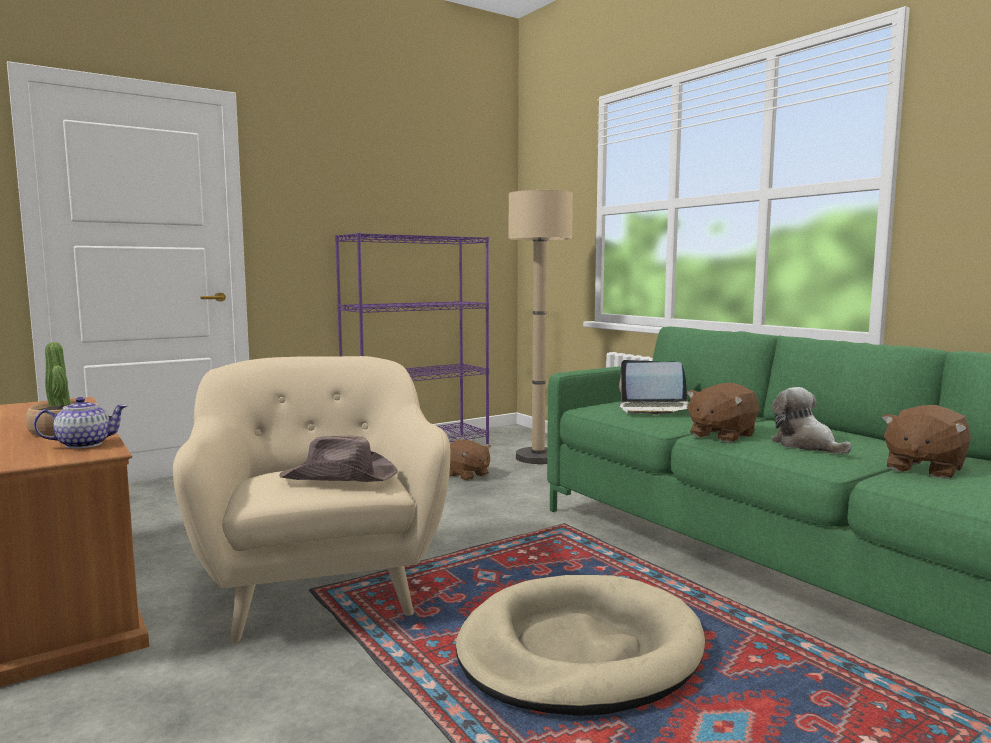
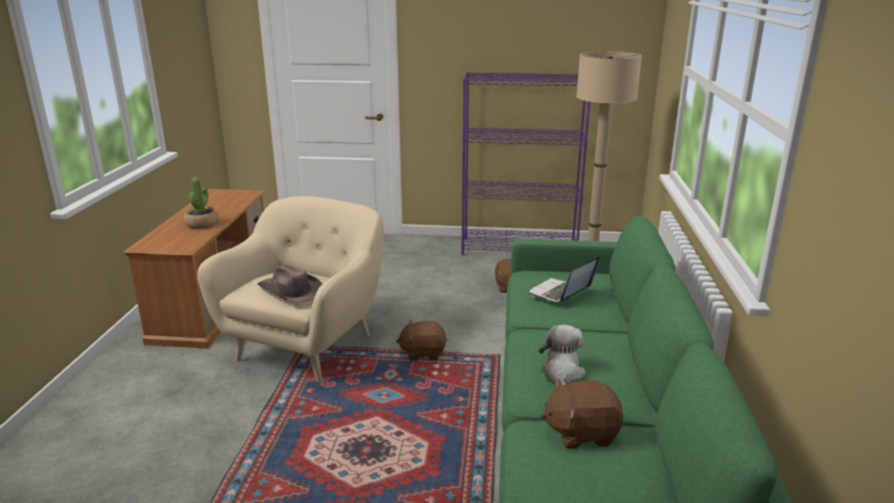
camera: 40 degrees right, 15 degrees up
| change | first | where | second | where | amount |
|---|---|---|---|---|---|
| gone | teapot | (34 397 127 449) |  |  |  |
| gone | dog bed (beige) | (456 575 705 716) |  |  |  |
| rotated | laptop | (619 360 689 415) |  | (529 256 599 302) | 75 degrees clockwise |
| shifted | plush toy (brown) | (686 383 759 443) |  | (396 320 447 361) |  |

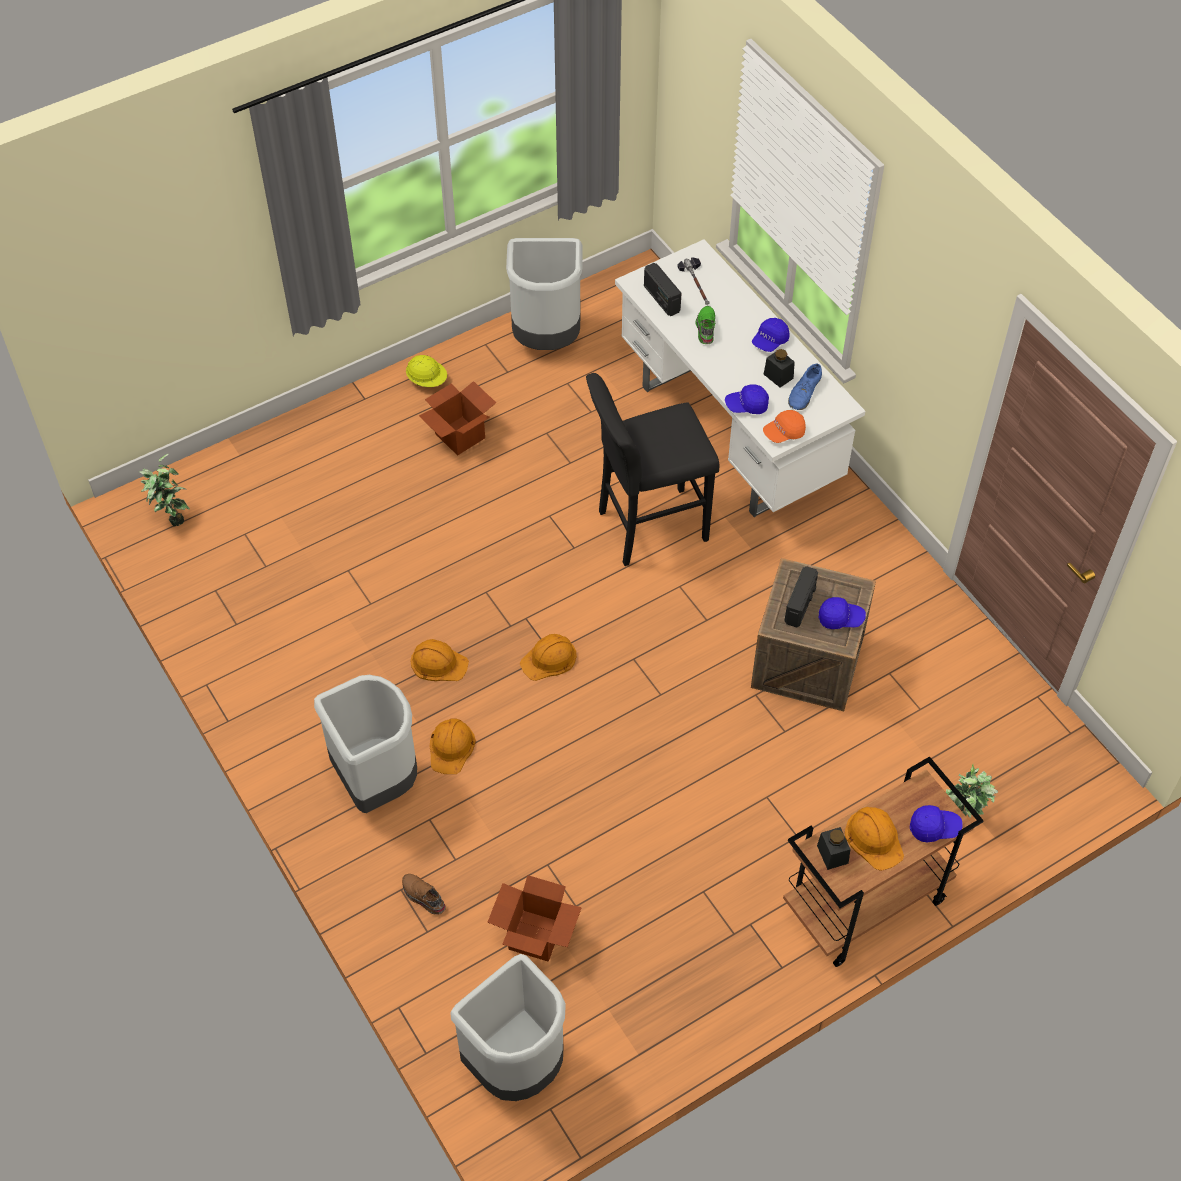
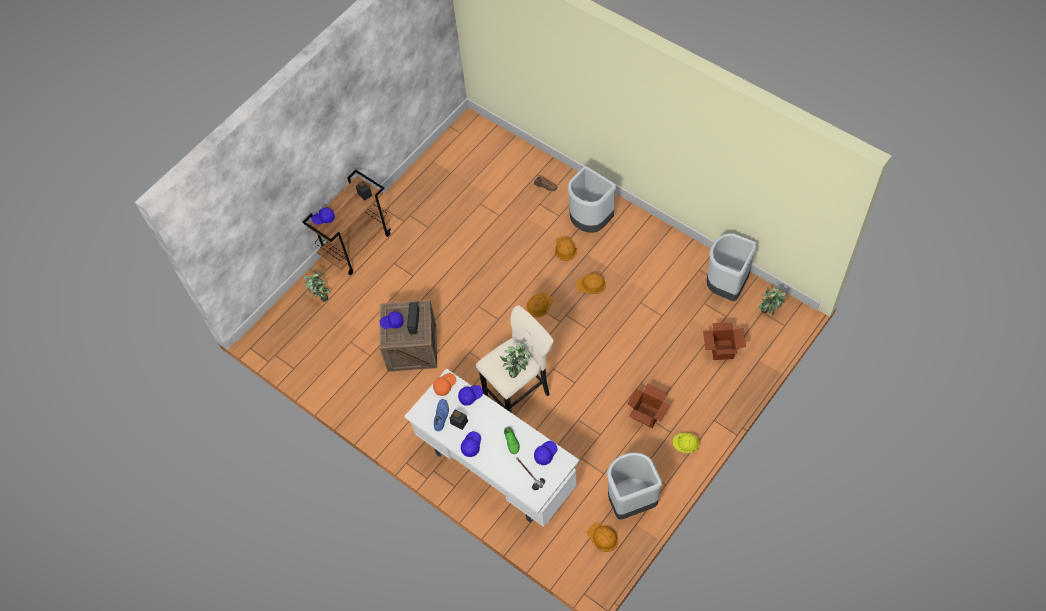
camera: 165 degrees right, 5 degrees up
| change | first | where | second | where | amount |
|---|---|---|---|---|---|
| shifted | trash can (grey) | (450 954 566 1101) |  | (707 233 757 301) |  |
| shifted | cardboard box | (488 875 582 962) |  | (703 322 746 360) |  |
| repainted | stool (black) | (586 373 719 566) | stool (beige) | (476 305 554 412) |  |
| swapped | radio | (644 263 681 316) | cap (blue) | (534 441 557 465) |  |
| shifted | hard hat (orange) | (845 807 904 871) |  | (587 522 619 552) |  |
| new |  |  | potted plant | (500 341 531 378) |  |

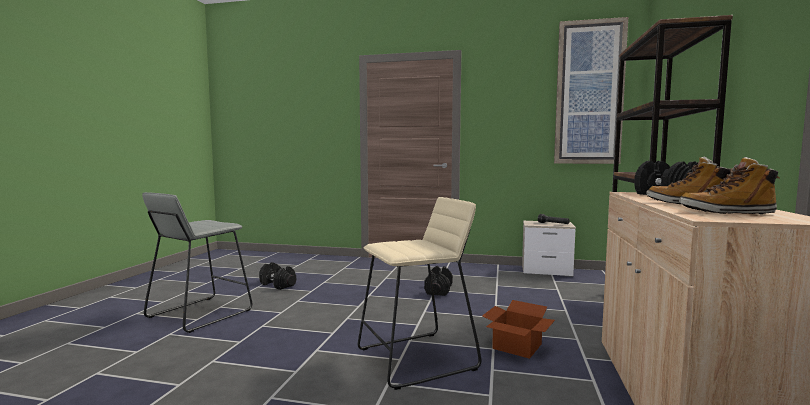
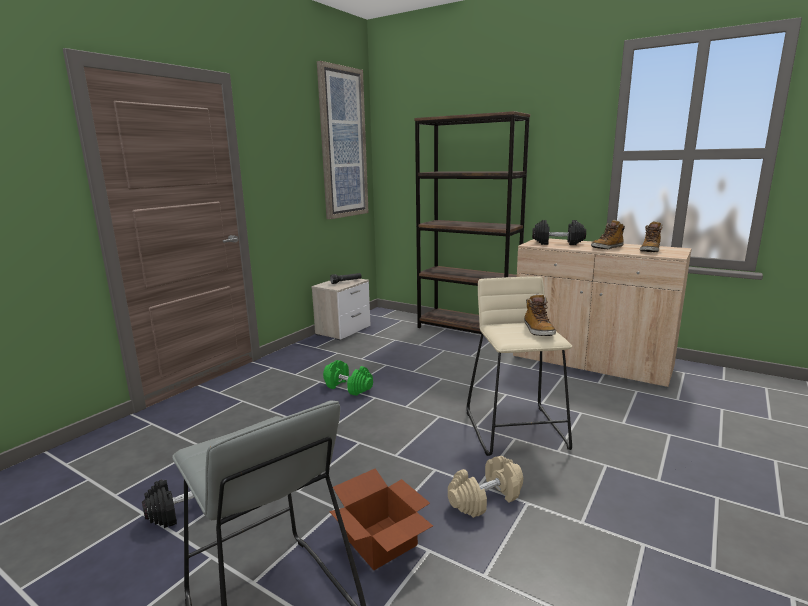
camera: 70 degrees left, 10 degrees up
| change | first | where | second | where | amount |
|---|---|---|---|---|---|
| repainted | dumbbell (black) | (424 266 453 296) | dumbbell (green) | (323 360 373 396) |  |
| shifted | cardboard box | (482 300 555 359) |  | (329 468 433 570) |  |
| new |  |  | dumbbell (beige) | (448 456 523 518) |  |
| new |  |  | boot | (524 294 556 336) |  |

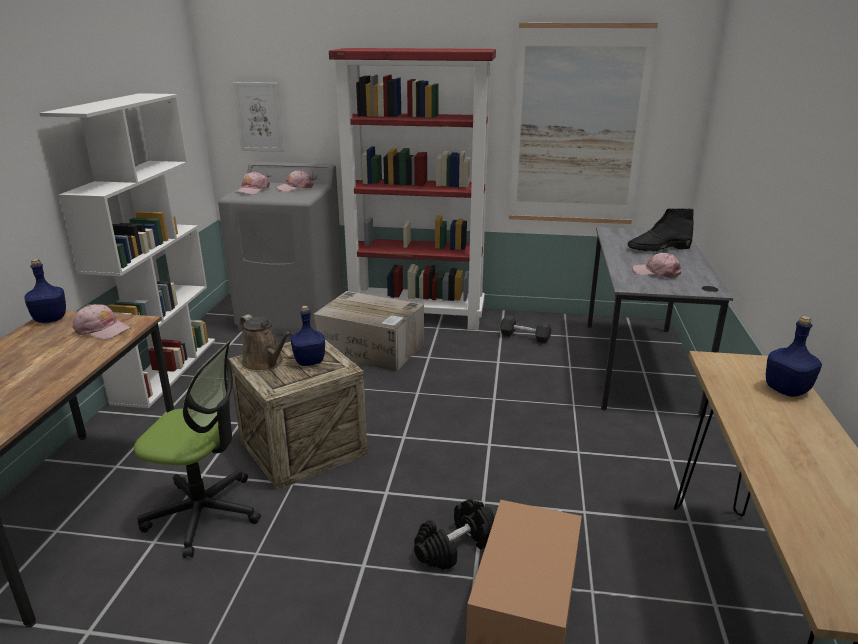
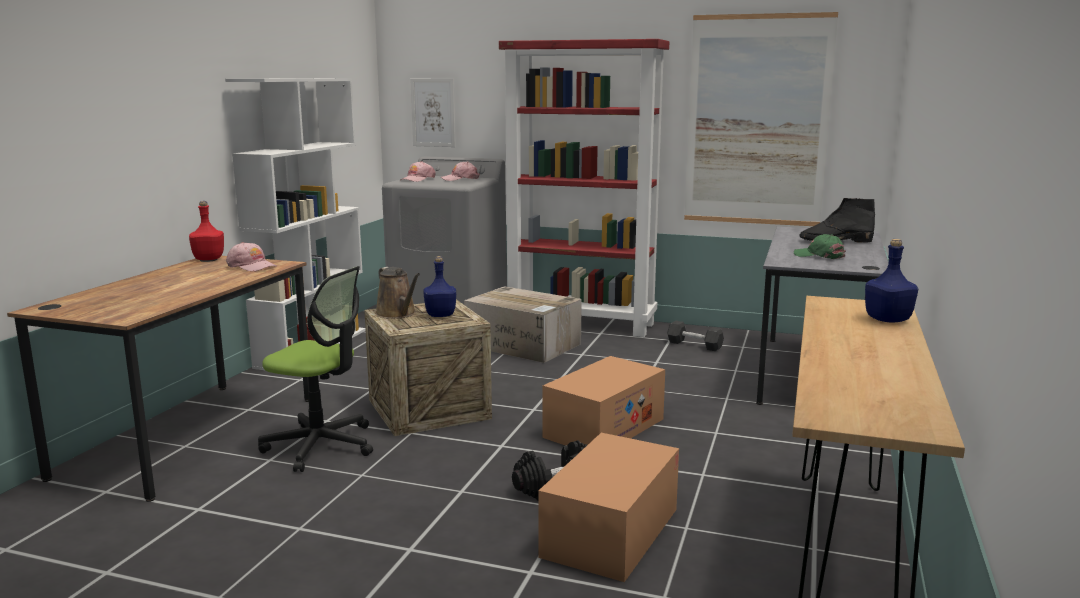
camera: 10 degrees right, 10 degrees down
| change | first | where | second | where | amount |
|---|---|---|---|---|---|
| repainted | bottle (blue) | (24 259 66 323) | bottle (red) | (189 201 224 260) |  |
| repainted | cap (pink) | (633 253 681 278) | cap (green) | (794 234 846 259) |  |
| new |  |  | cardboard box | (543 356 665 446) |  |

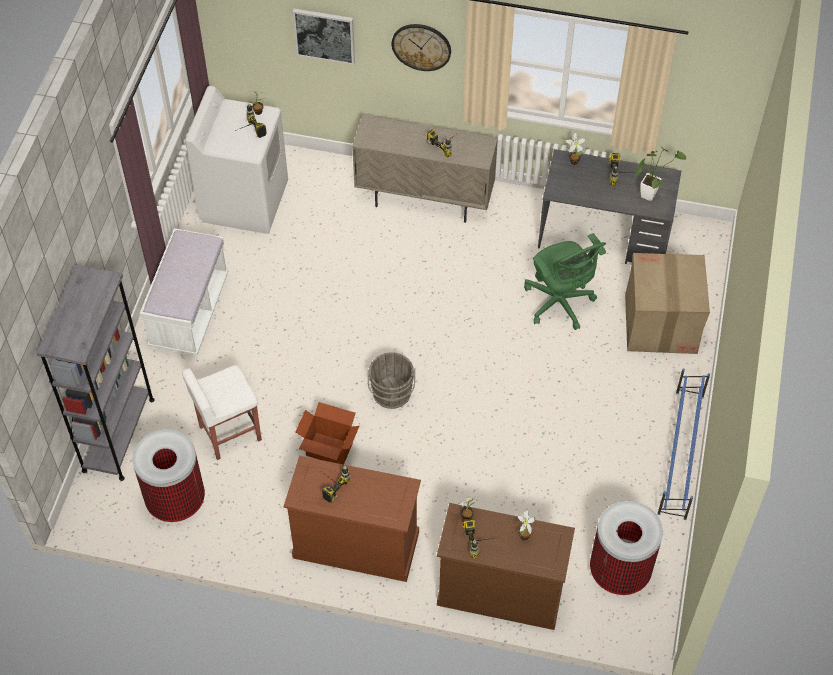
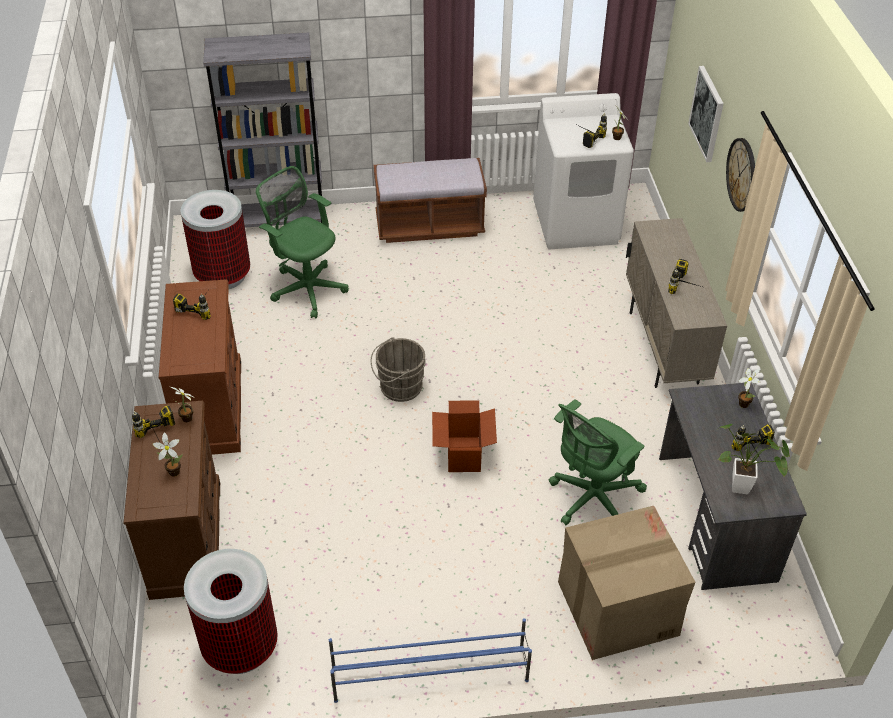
camera: 70 degrees right, 10 degrees down
| change | first | where | second | where | amount |
|---|---|---|---|---|---|
| repainted | bench (white) | (140 228 229 355) | bench (brown) | (374 158 487 243) |  |
| swapped | stool (white) | (182 365 262 460) | office chair (green) | (256 166 349 318) |  |
| shifted | cardboard box | (296 402 359 465) |  | (432 400 497 472) |  |

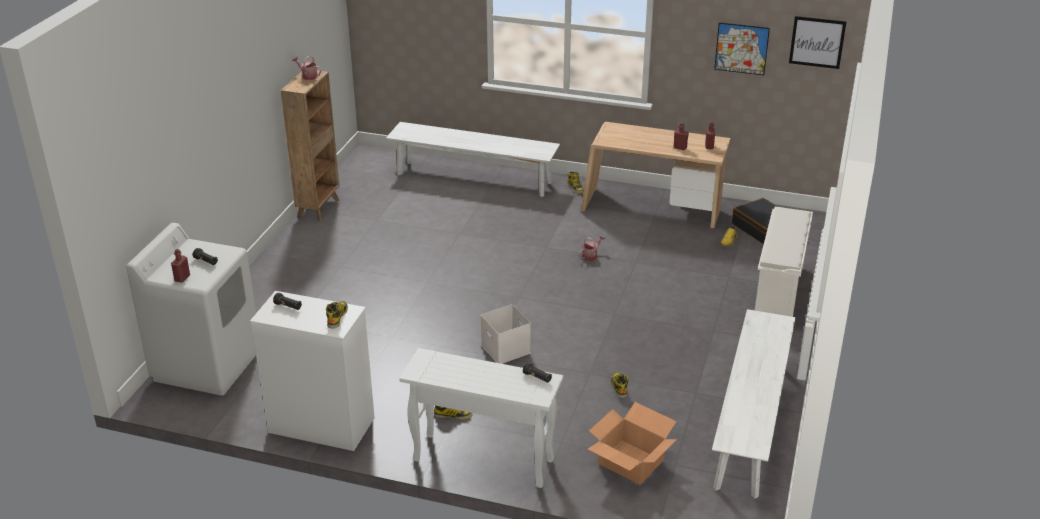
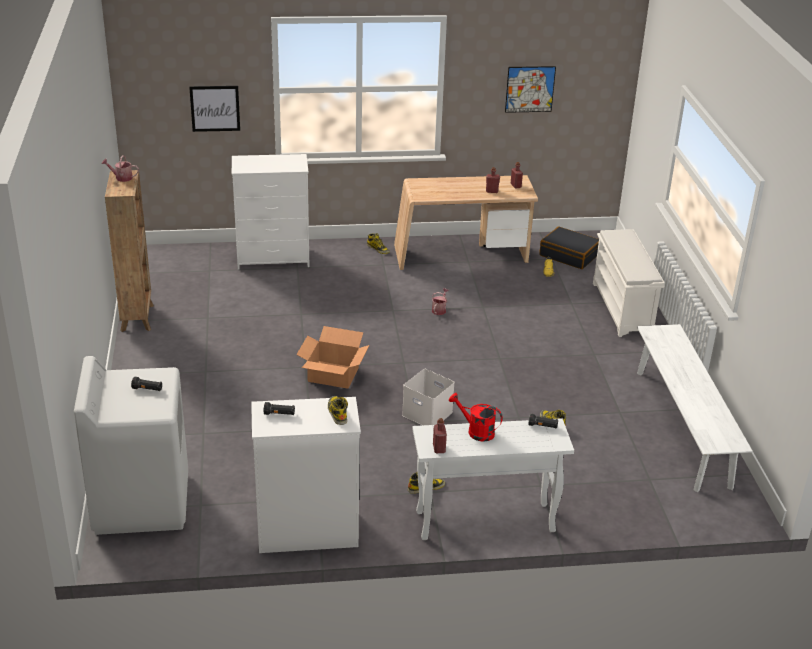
camera: 25 degrees left, 0 degrees up
| change | first | where | second | where | amount |
|---|---|---|---|---|---|
| shifted | bottle (red) | (171 249 190 283) |  | (433 418 447 453) |  |
| swapped | bench (white) | (386 122 560 197) | dresser (white) | (232 154 309 270) |  |
| shifted | cardboard box | (588 402 677 485) |  | (296 326 369 389) |  |
| shifted | picture | (789 16 846 69) |  | (189 86 240 132) |  |
| new |  |  | watering can (red) | (449 393 503 442) |  |

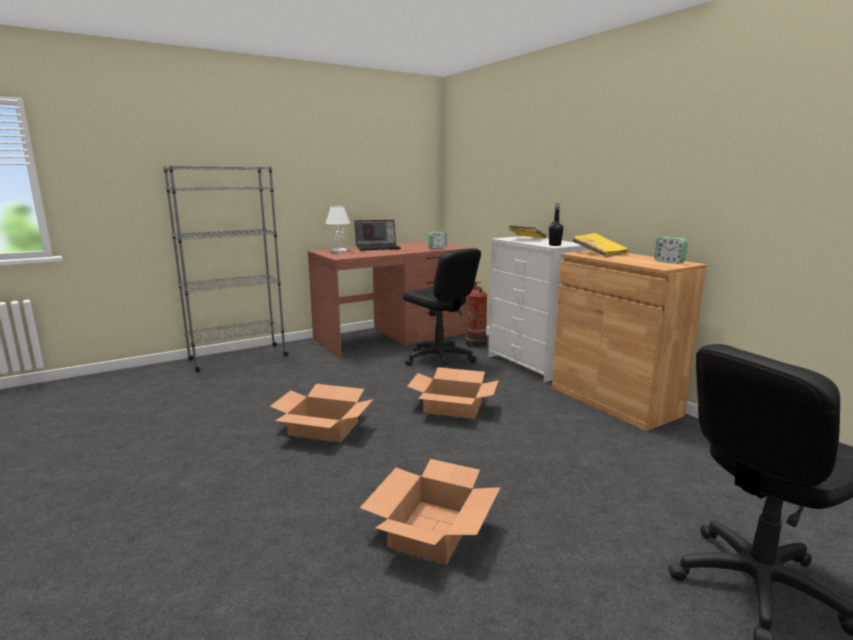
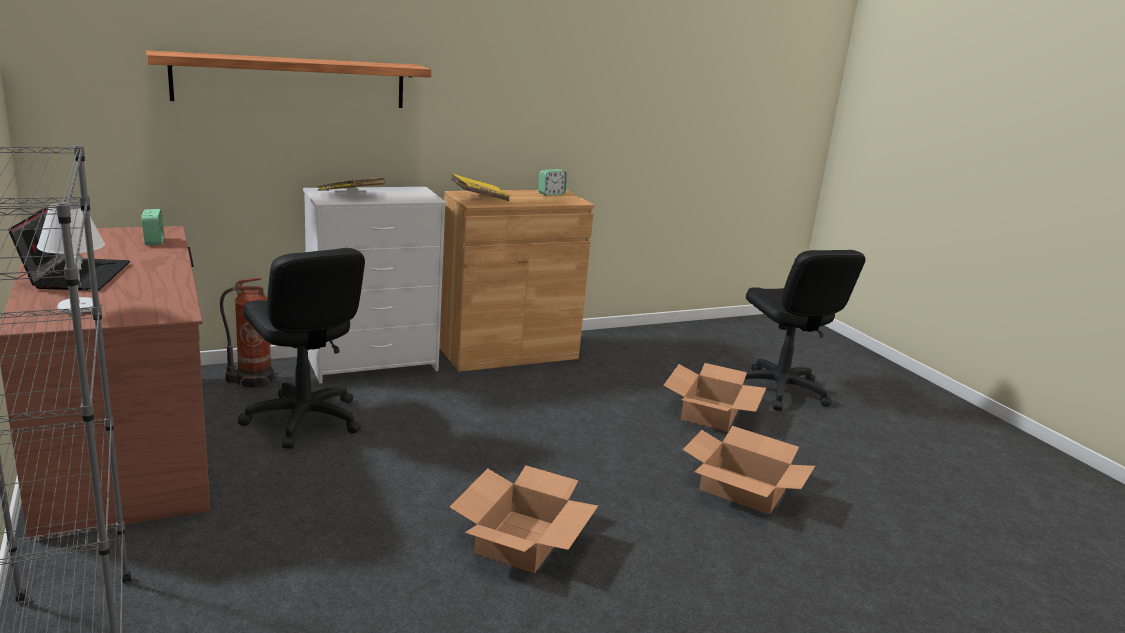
camera: 85 degrees left, 5 degrees up
| change | first | where | second | where | amount |
|---|---|---|---|---|---|
| rotated | office chair (black) | (403 248 481 368) |  | (238 248 365 449) | 90 degrees clockwise |
| shifted | cardboard box | (407 367 499 419) |  | (663 363 766 432) |  |
| gone | bottle (black) | (549 203 563 246) |  |  |  |
| new |  |  | shelf | (146 50 431 108) |  |

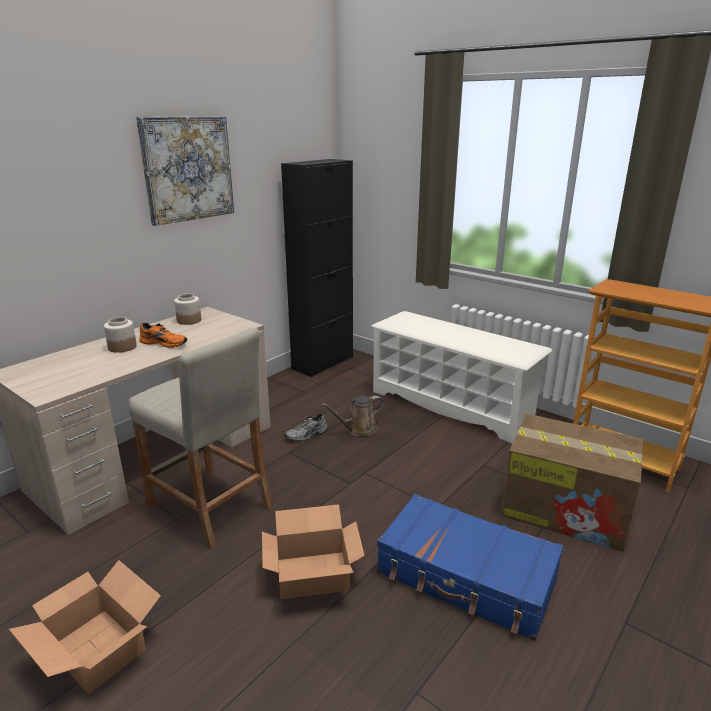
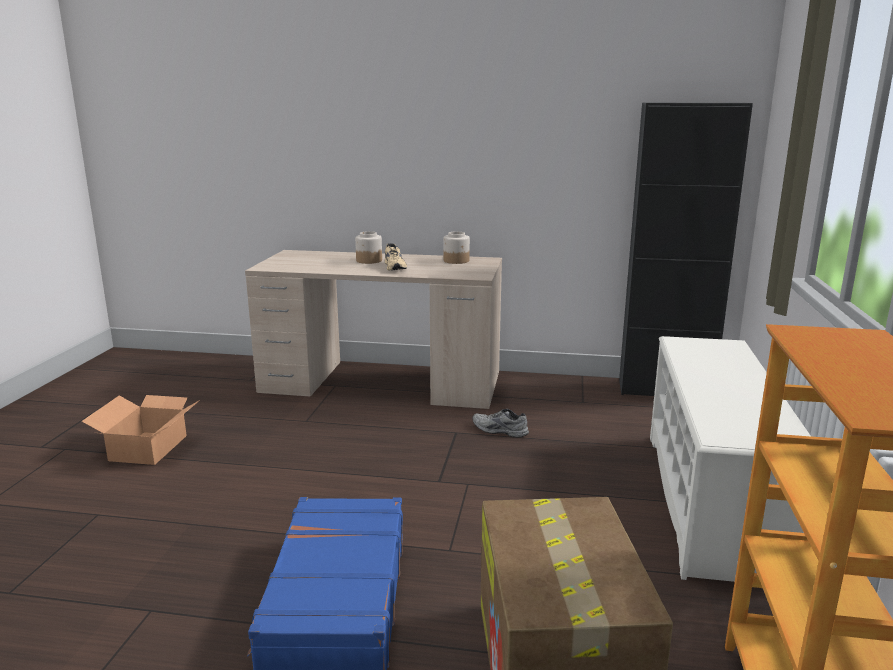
camera: 60 degrees right, 5 degrees down
| change | first | where | second | where | amount |
|---|---|---|---|---|---|
| gone | stool (beige) | (129 328 272 549) |  |  |  |
| gone | picture | (136 116 234 226) |  |  |  |
| repainted | shoe (orange) | (139 323 187 348) | shoe (beige) | (385 243 407 271) |  |
| gone | cardboard box | (262 504 365 599) |  |  |  |
| gone | watering can (brown) | (321 396 383 436) |  |  |  |

